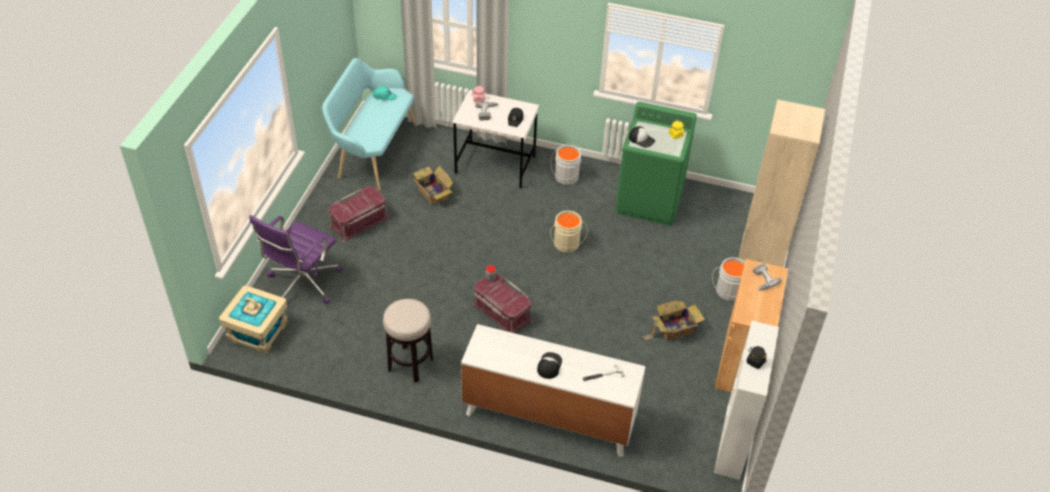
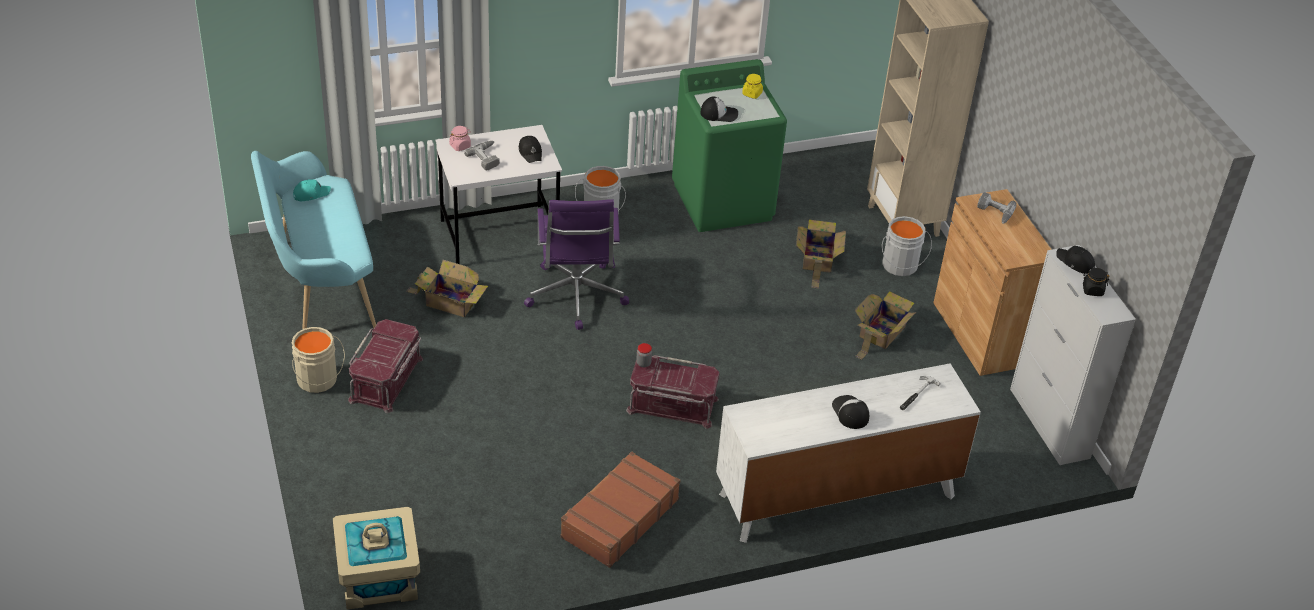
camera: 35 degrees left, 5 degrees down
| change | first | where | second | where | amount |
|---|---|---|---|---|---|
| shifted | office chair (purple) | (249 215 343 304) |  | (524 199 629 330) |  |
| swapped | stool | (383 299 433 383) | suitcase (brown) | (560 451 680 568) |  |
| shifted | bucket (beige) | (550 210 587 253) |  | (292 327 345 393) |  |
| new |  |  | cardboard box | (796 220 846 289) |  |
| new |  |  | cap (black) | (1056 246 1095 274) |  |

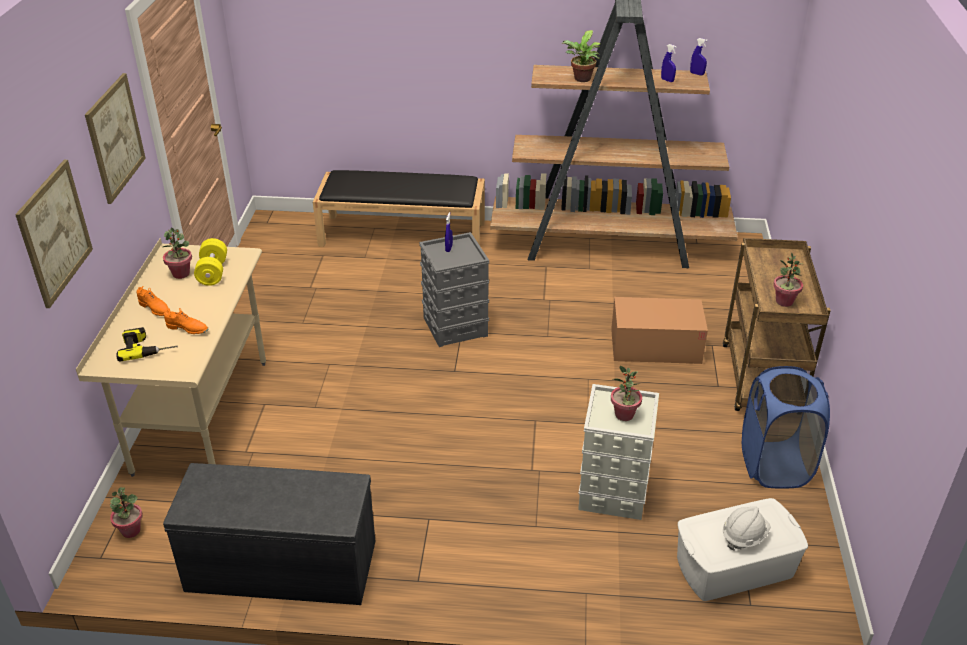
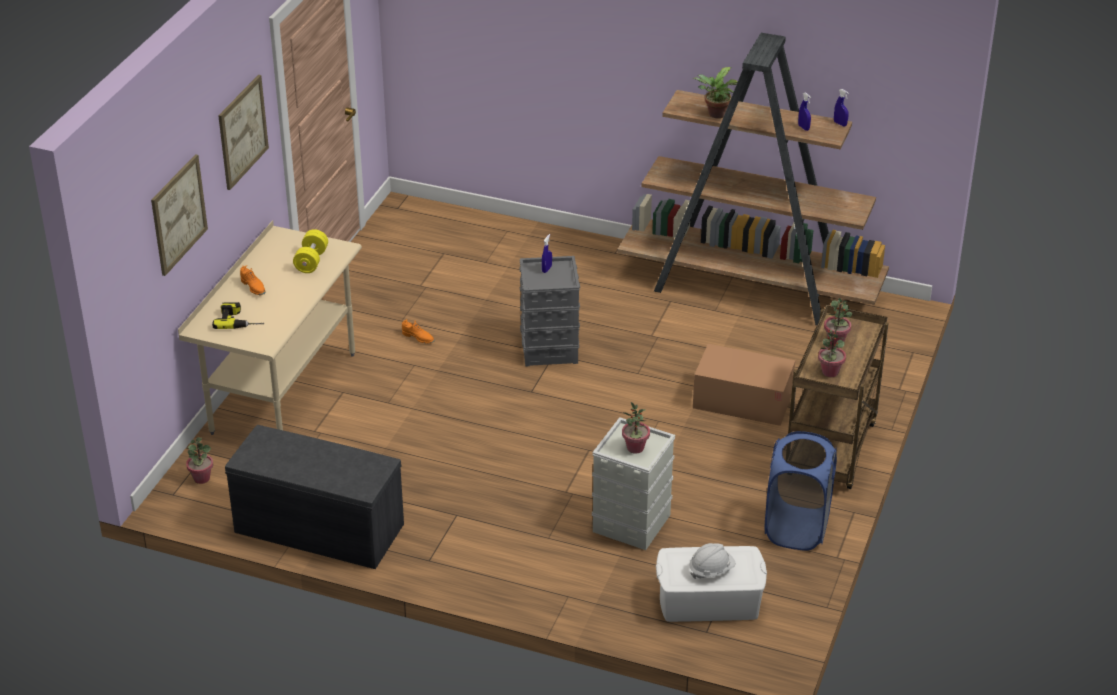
camera: 15 degrees right, 0 degrees up
| change | first | where | second | where | amount |
|---|---|---|---|---|---|
| shifted | potted plant | (163 228 192 279) |  | (824 298 852 346) |  |
| shifted | shoe (orange) | (164 308 209 334) |  | (402 319 435 343) |  |
| gone | bench (black) | (313 170 485 247) |  |  |  |

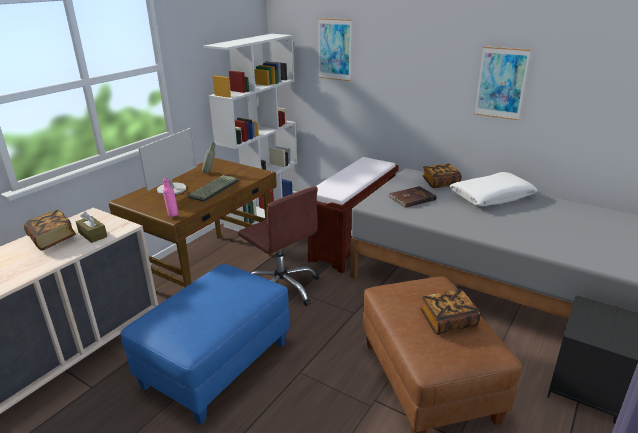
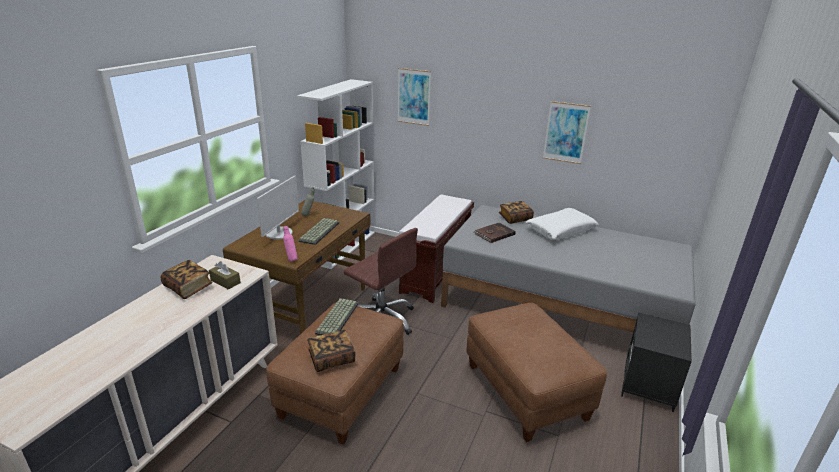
camera: 10 degrees left, 0 degrees up
| change | first | where | second | where | amount |
|---|---|---|---|---|---|
| repainted | ottoman (blue) | (121 264 290 425) | ottoman (brown) | (266 302 404 445) |  |
| shifted | book | (420 289 480 335) |  | (307 330 356 372) |  |
| new |  |  | keyboard | (315 298 359 335) |  |

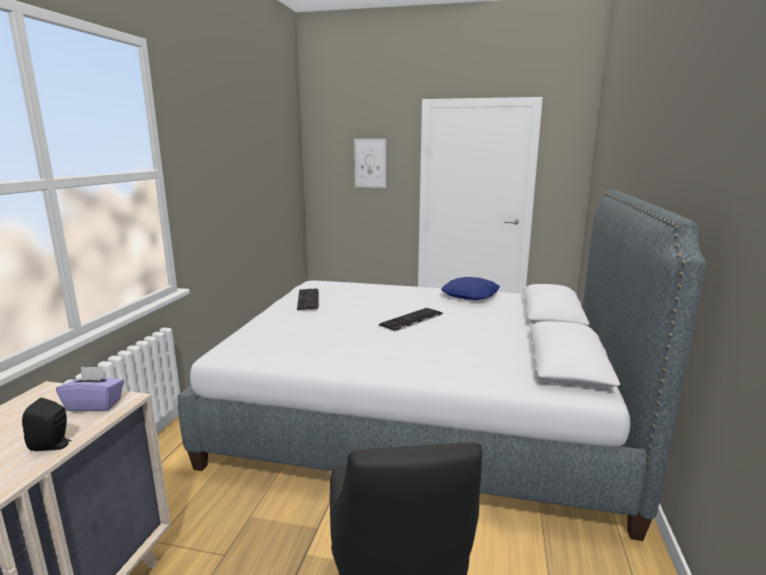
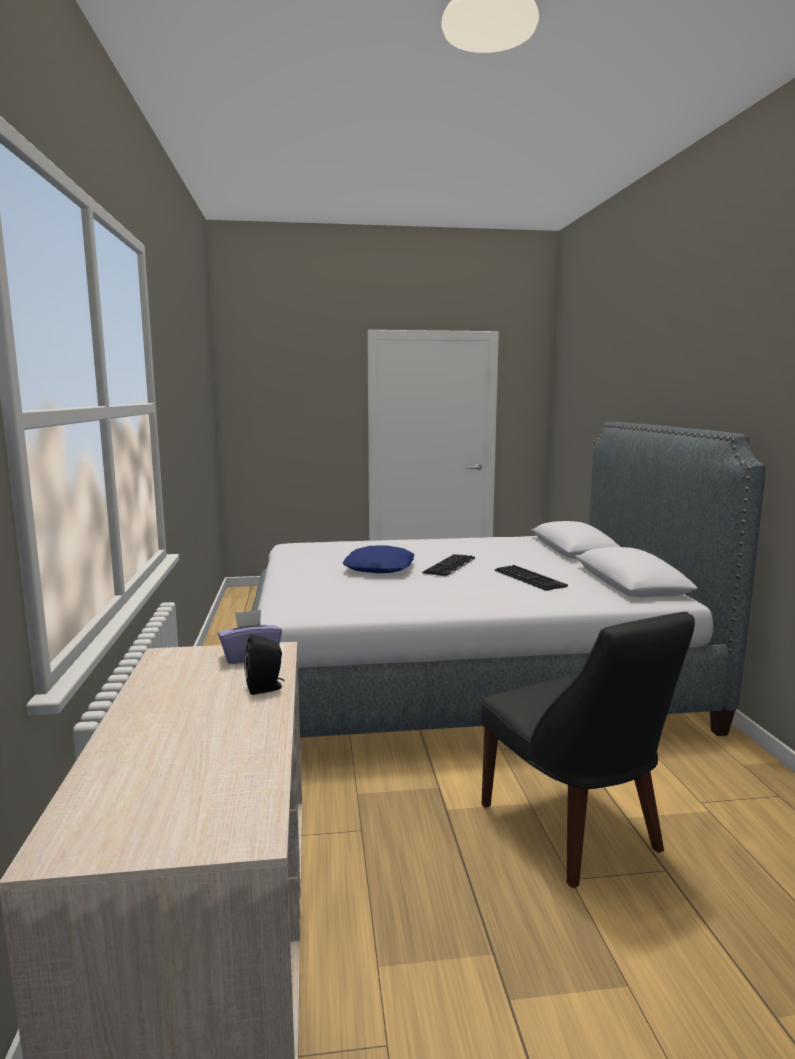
camera: 20 degrees left, 5 degrees down
| change | first | where | second | where | amount |
|---|---|---|---|---|---|
| shifted | keyboard | (297 288 319 310) |  | (495 565 568 591) |  |
| gone | picture | (354 139 386 188) |  |  |  |
| shifted | pillow (blue) | (441 277 500 300) |  | (342 546 415 573) |  |

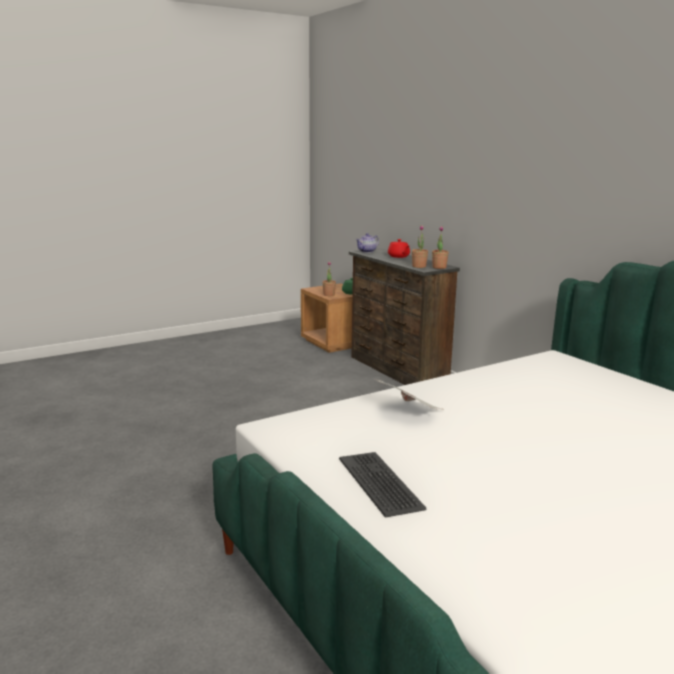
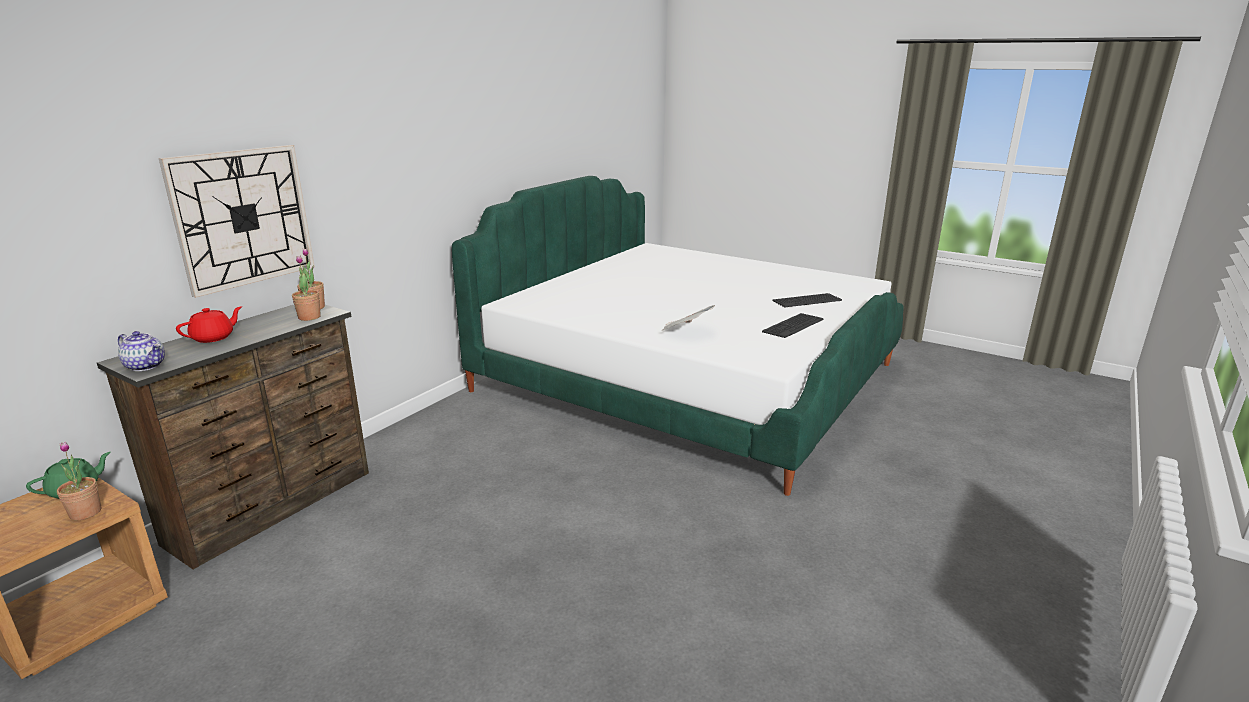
camera: 115 degrees left, 5 degrees up
| change | first | where | second | where | amount |
|---|---|---|---|---|---|
| new |  |  | wall clock | (158 145 315 298) |  |
| new |  |  | keyboard | (772 293 842 308) |  |

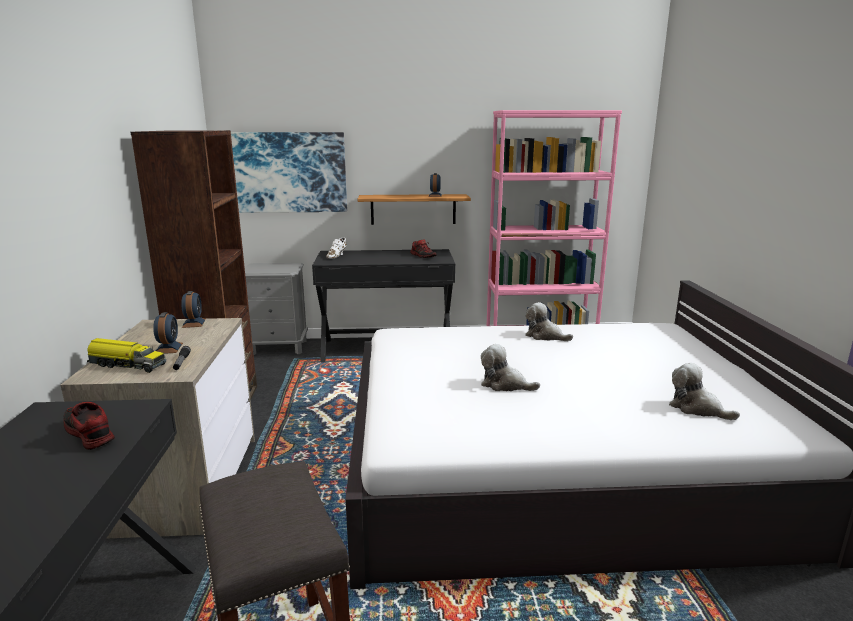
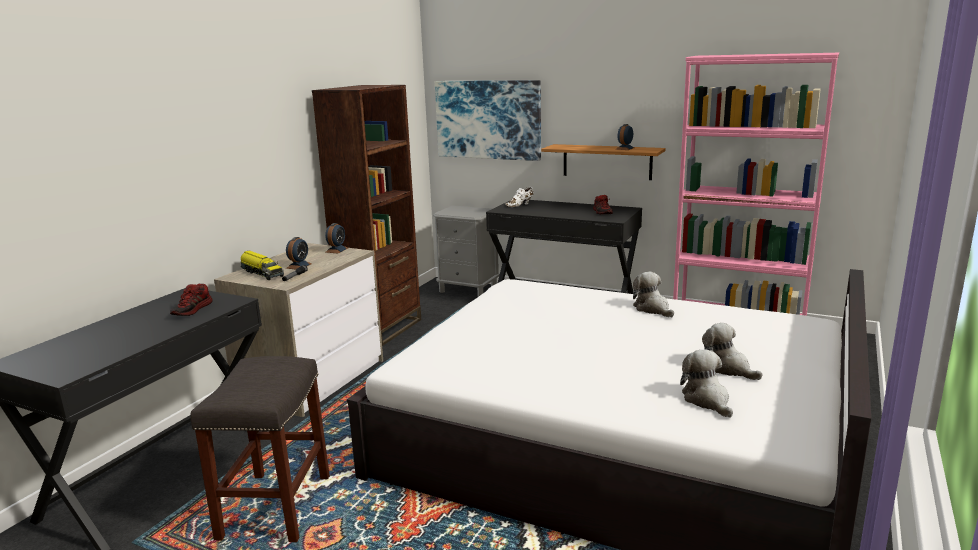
camera: 30 degrees right, 0 degrees up
| change | first | where | second | where | amount |
|---|---|---|---|---|---|
| rotated | shoe | (63 402 115 450) |  | (170 284 212 316) | 150 degrees counterclockwise |
| shifted | plush toy | (481 344 540 391) |  | (702 323 763 380) |  |

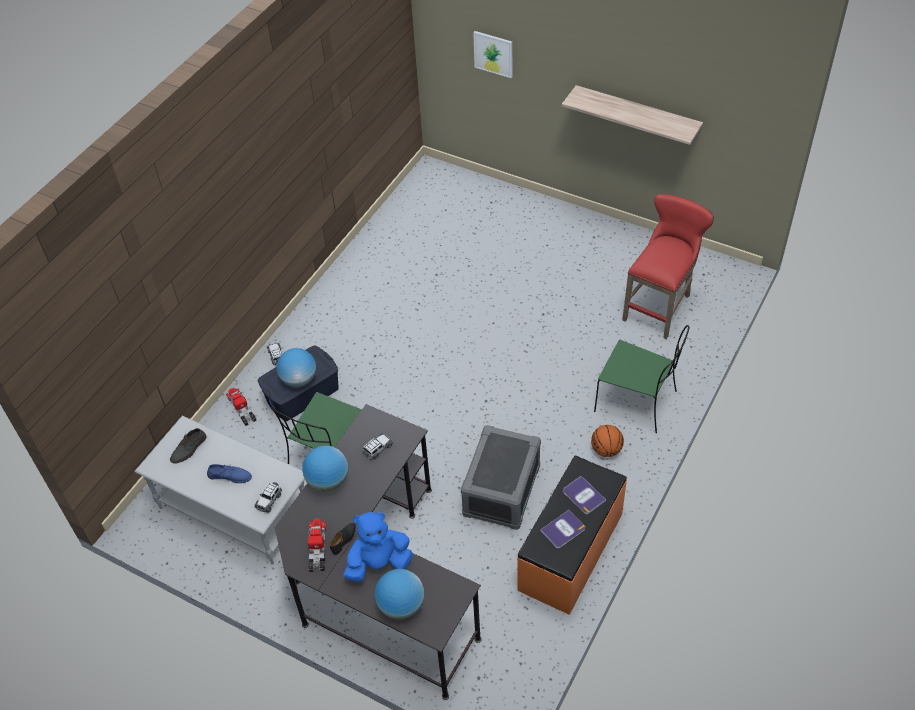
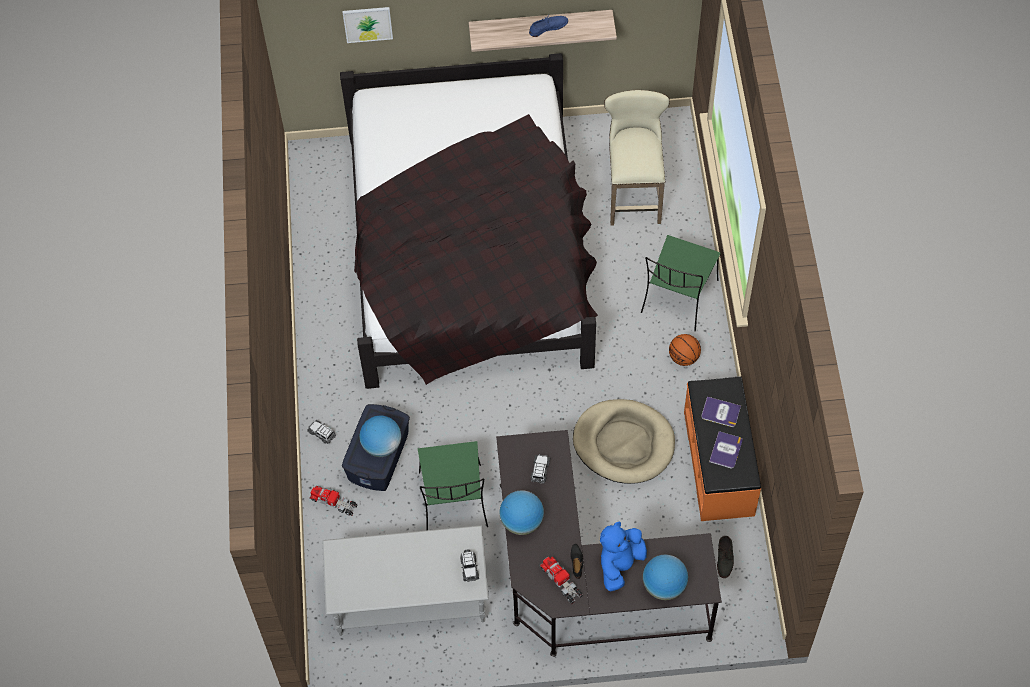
camera: 35 degrees left, 10 degrees up
| change | first | where | second | where | amount |
|---|---|---|---|---|---|
| shifted | shoe (grey) | (170 428 207 464) |  | (717 536 734 578) |  |
| shifted | shoe (blue) | (207 464 252 483) |  | (529 16 568 37) |  |
| swapped | storage box (grey) | (461 425 541 530) | dog bed (beige) | (573 399 675 484) |  |
| rotated | chair (green) | (594 325 689 433) |  | (641 235 721 332) | 120 degrees clockwise |
| repainted | stool (red) | (622 194 714 339) | stool (beige) | (604 90 670 225) |  |
| new |  |  | bed (black) | (340 53 598 389) |  |

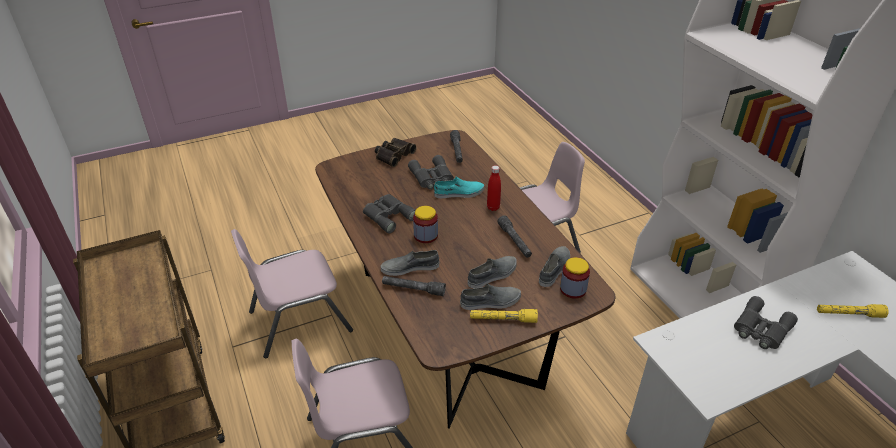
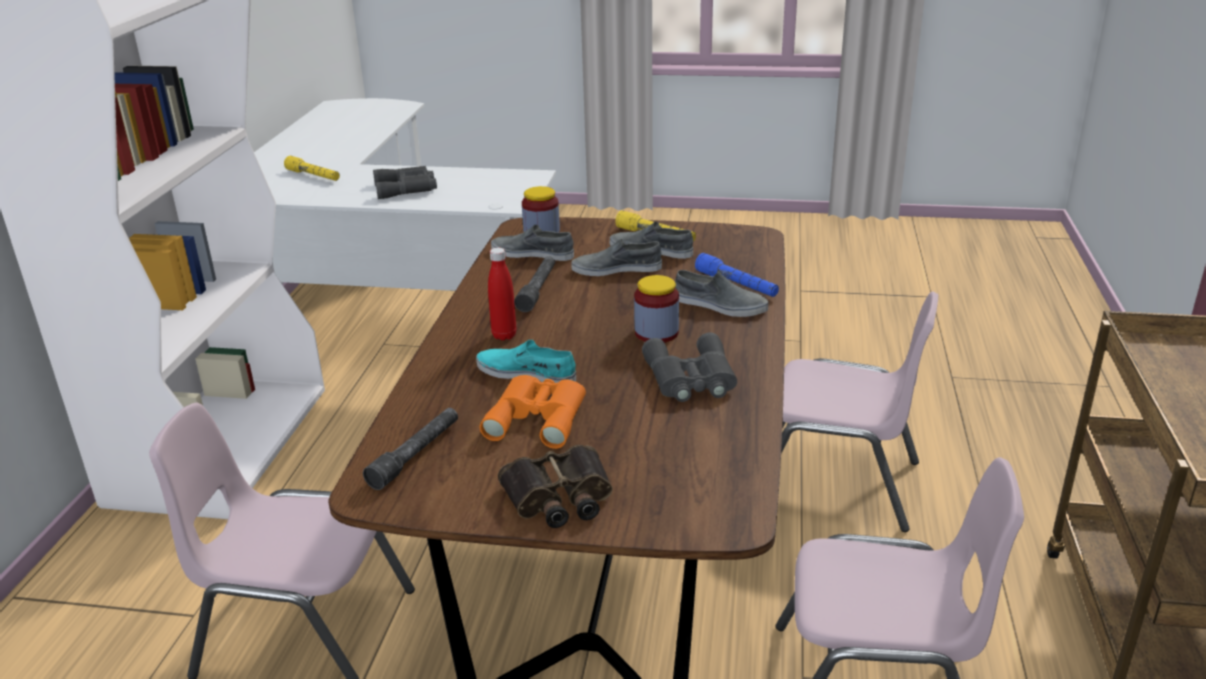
camera: 145 degrees left, 10 degrees down
| change | first | where | second | where | amount |
|---|---|---|---|---|---|
| repainted | flashlight (grey) | (382 276 446 296) | flashlight (blue) | (695 253 779 297) |  |
| repainted | binoculars (grey) | (408 155 454 190) | binoculars (orange) | (479 375 586 449) |  |
| rotated | shoe (grey) | (539 246 570 287) |  | (491 225 574 261) | 45 degrees clockwise |

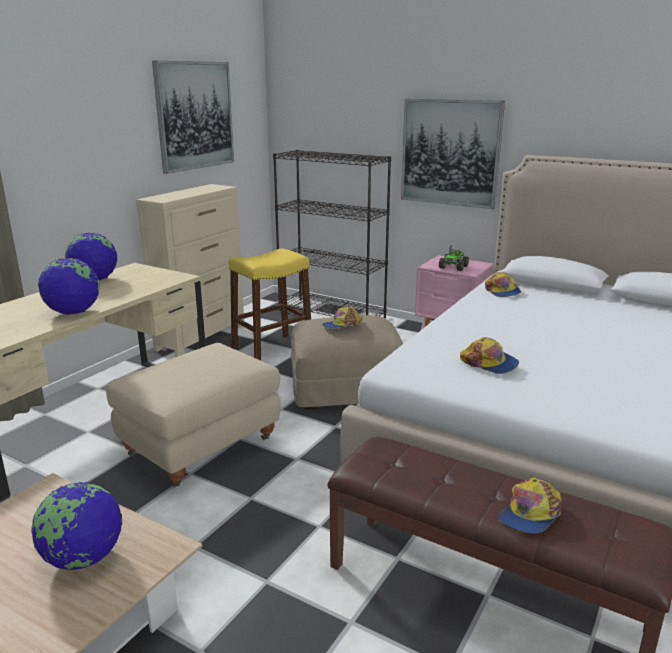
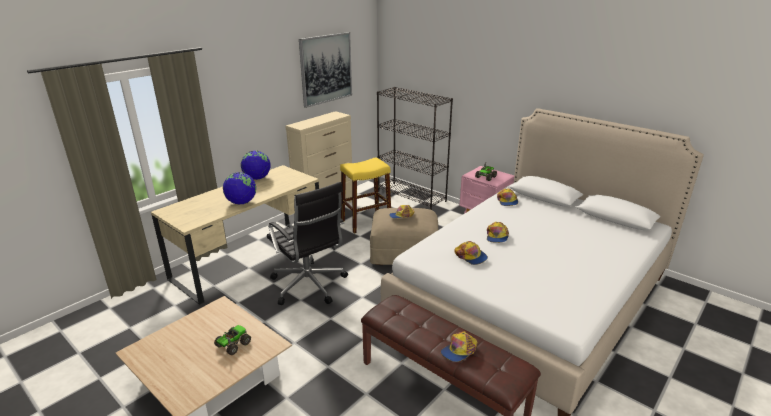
camera: 10 degrees right, 5 degrees up
| change | first | where | second | where | amount |
|---|---|---|---|---|---|
| swapped | globe | (31 482 122 570) | toy truck | (214 325 251 355) |  |
| swapped | ottoman (beige) | (106 343 281 487) | office chair (black) | (267 182 348 305) |  |
| gone | picture | (401 99 505 209) |  |  |  |
| new |  |  | cap | (487 222 509 243) |  |

